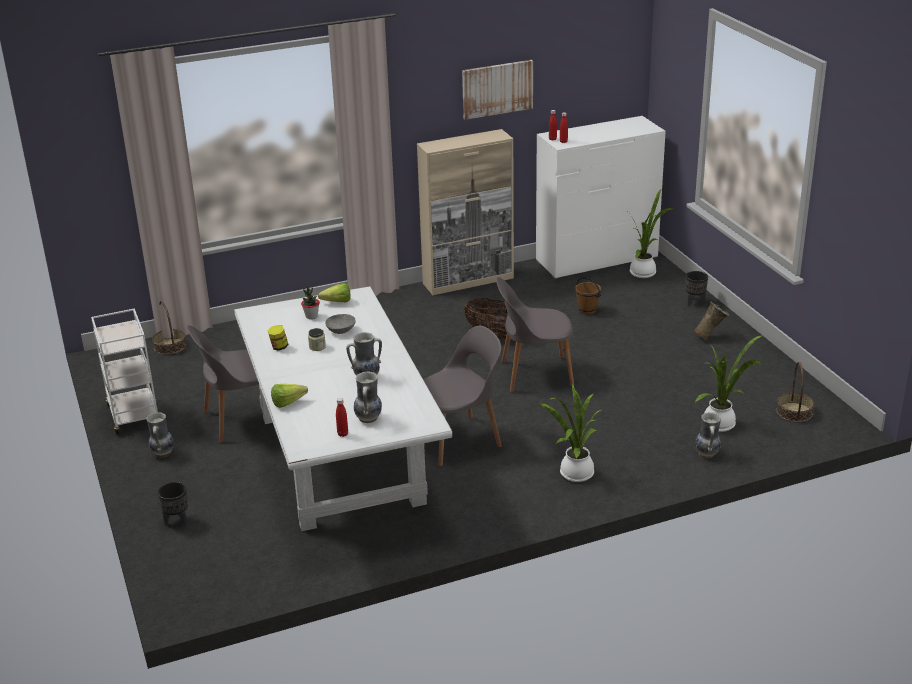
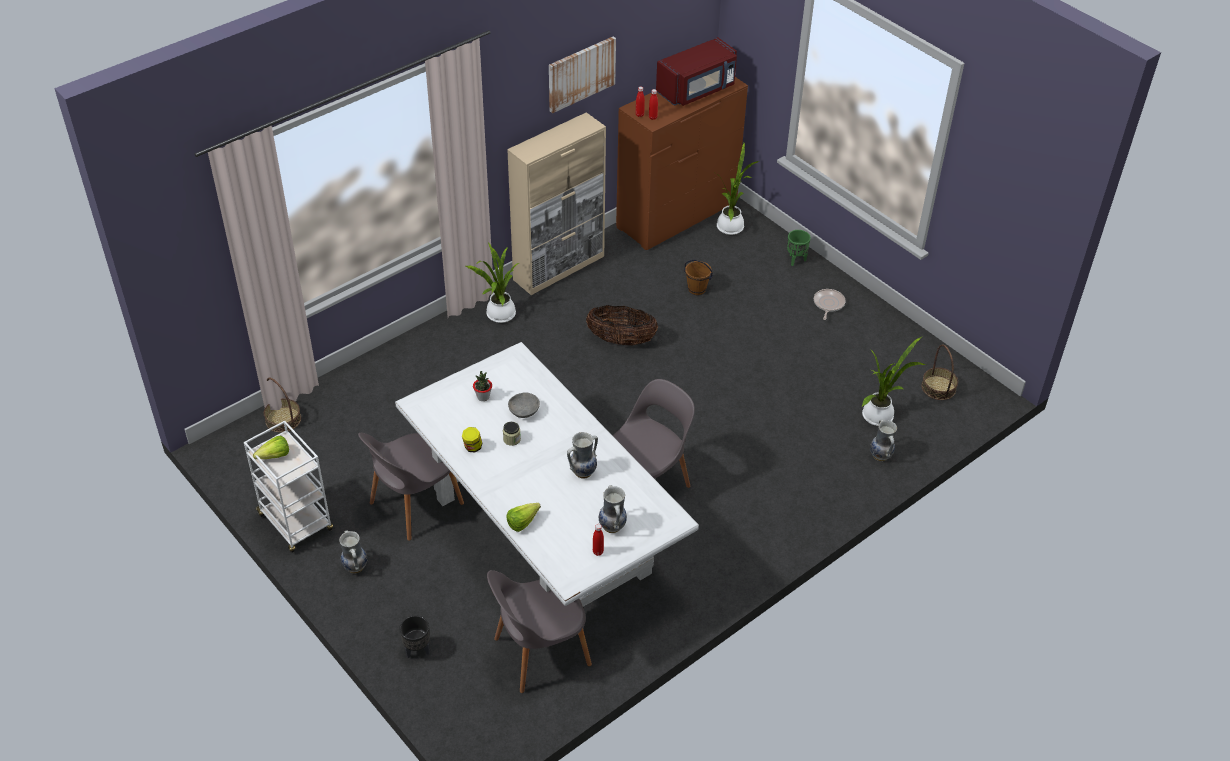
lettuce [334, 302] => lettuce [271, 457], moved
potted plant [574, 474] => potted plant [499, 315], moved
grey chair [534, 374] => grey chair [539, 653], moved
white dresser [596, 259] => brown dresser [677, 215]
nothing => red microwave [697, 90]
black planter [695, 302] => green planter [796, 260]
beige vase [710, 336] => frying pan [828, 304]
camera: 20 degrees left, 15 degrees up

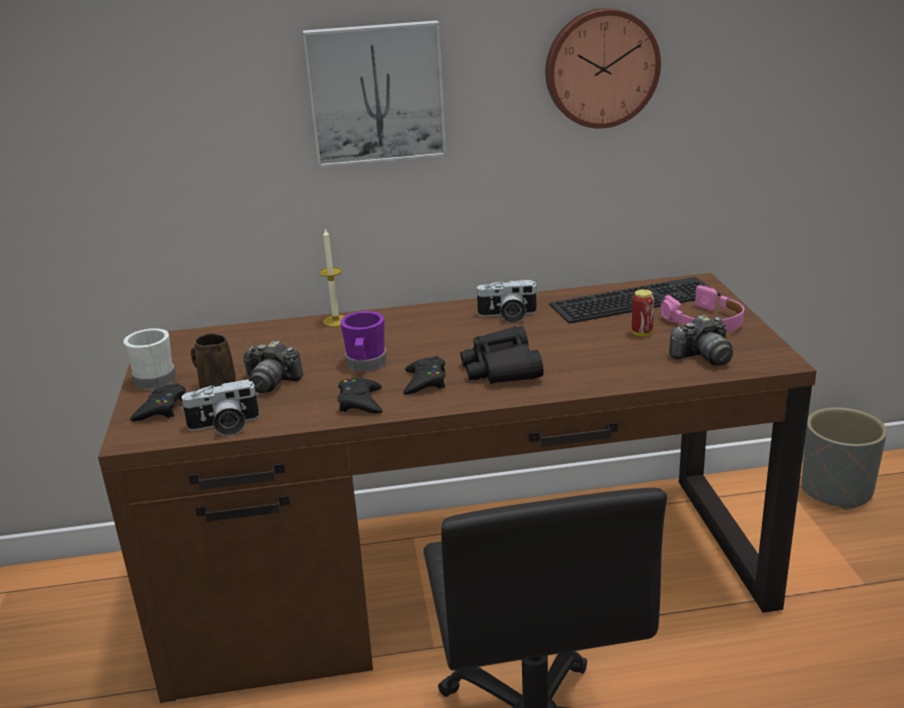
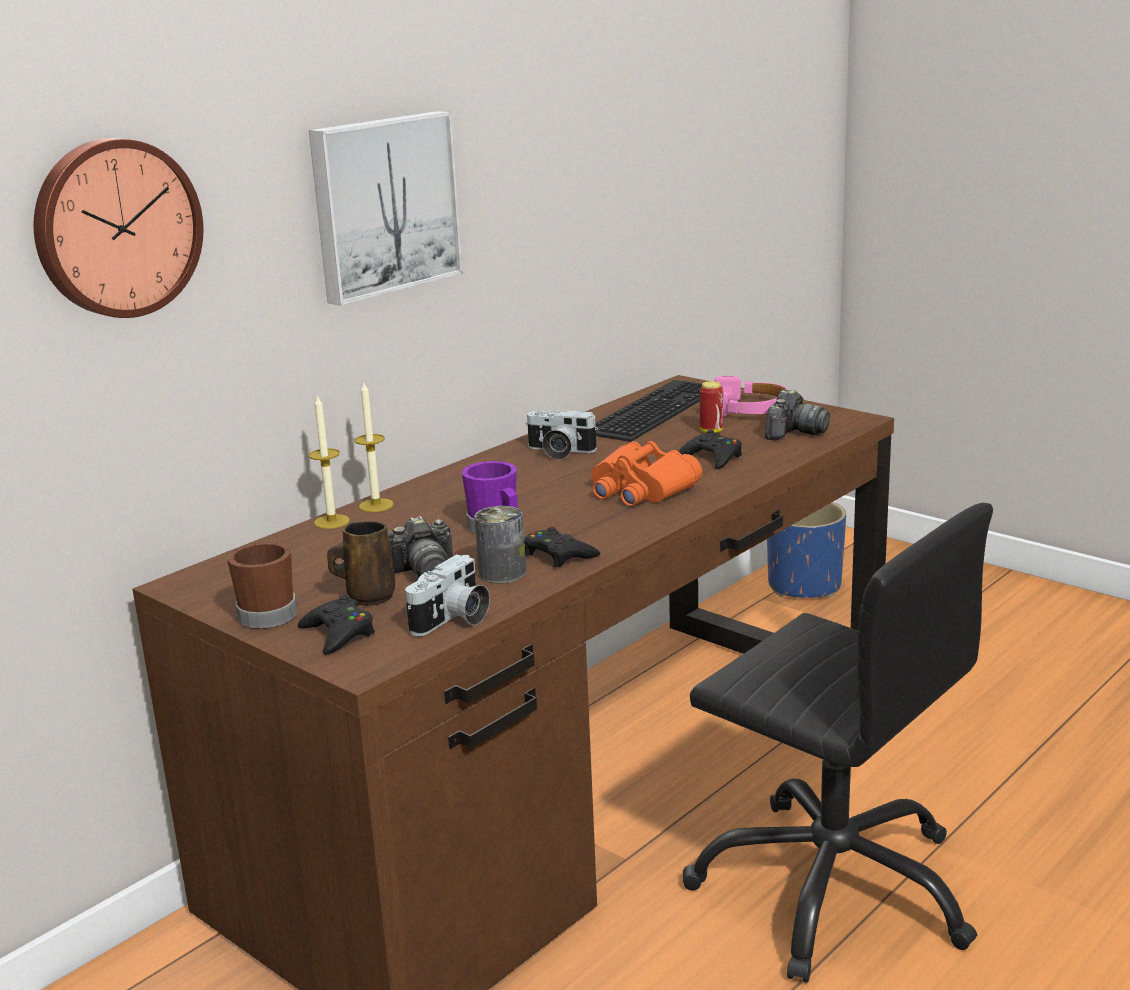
wall clock [601, 68] => wall clock [116, 228], moved
white mug [156, 378] => brown mug [263, 614]
nothing => candle [332, 521]
nothing => can [502, 573]
photo camera [507, 316] => photo camera [559, 452], 60 degrees clockwise
black binoculars [501, 368] => orange binoculars [640, 490]
black game controller [425, 381] => black game controller [712, 457], moved
grey planter [836, 490] => blue planter [804, 586]
camera: 40 degrees left, 5 degrees down

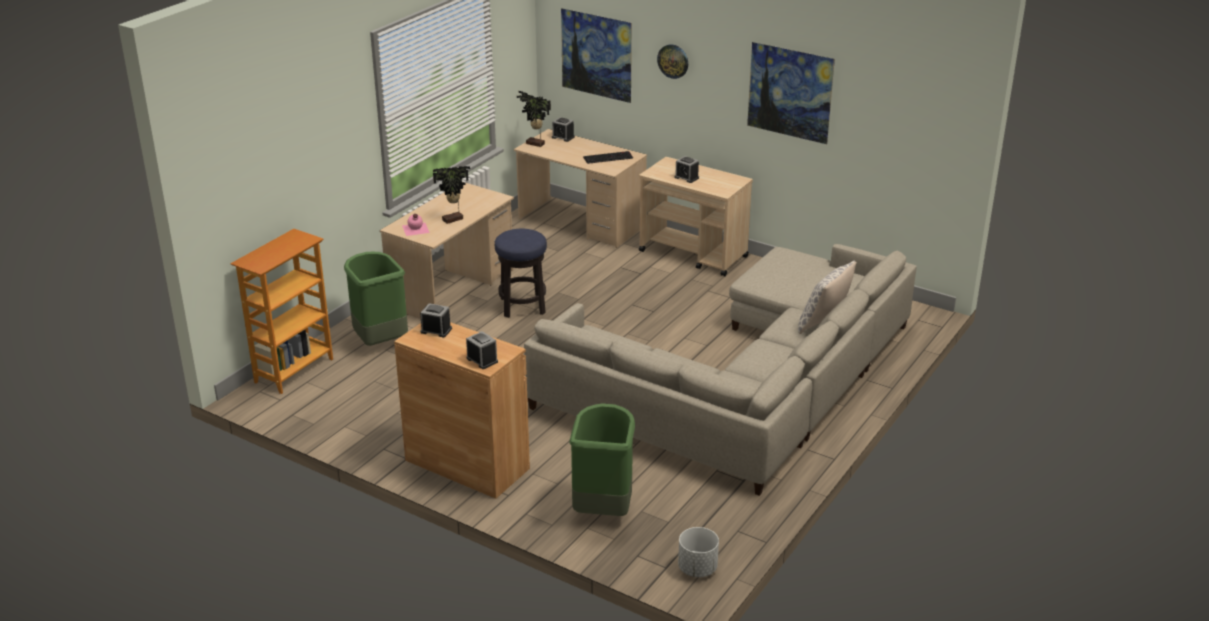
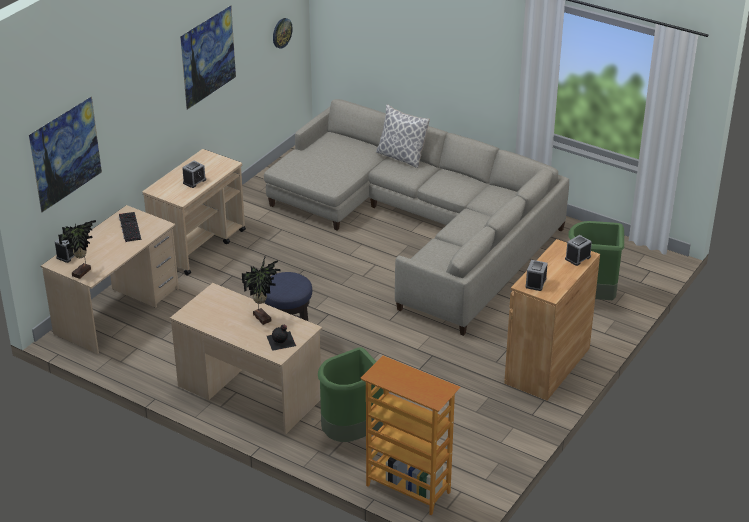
pink bottle [415, 229] => black bottle [281, 341]
wall clock [673, 61] => wall clock [281, 33], moved
white planter [697, 568] => nothing
camera: 90 degrees left, 5 degrees up

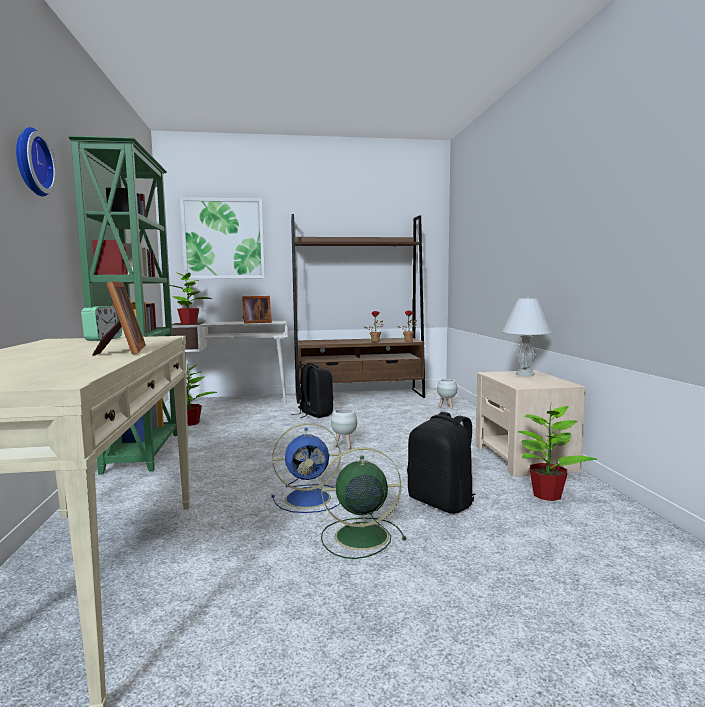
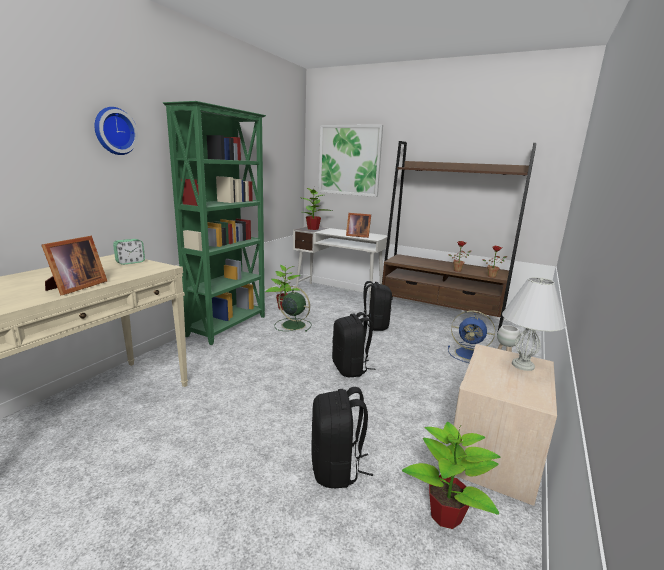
green fan [359, 536] => green fan [292, 325], moved
white planter [344, 446] => black backpack [350, 369]
blue fan [310, 498] => blue fan [470, 354], moved
camera: 35 degrees right, 10 degrees up

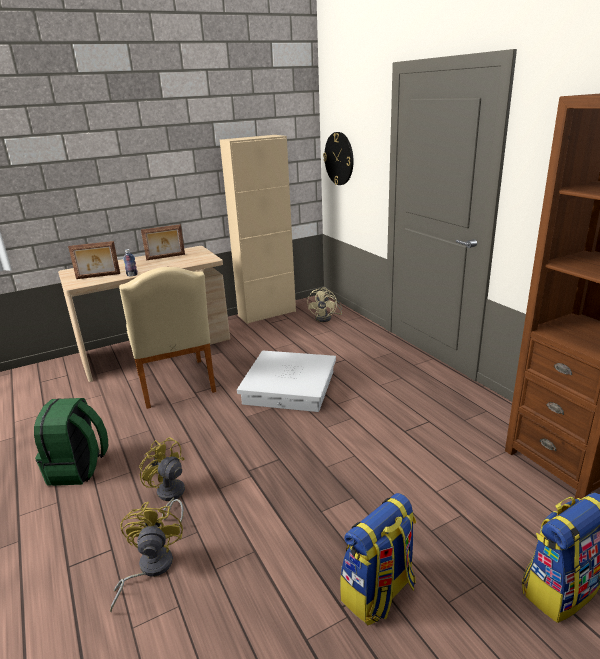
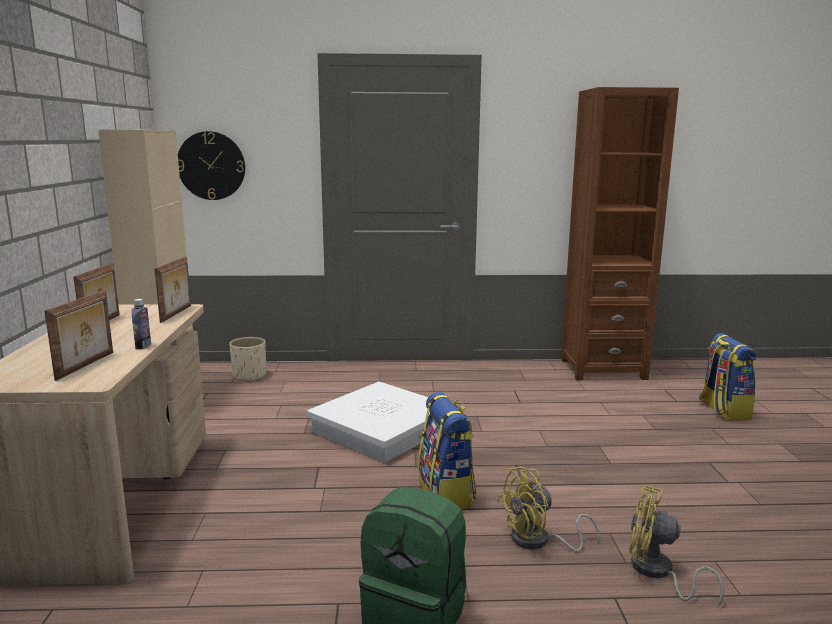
nothing => picture frame [177, 314]
beige fan [326, 318] => beige planter [249, 376]
backpack [378, 593] => backpack [447, 493], moved
beige chair [176, 386] => nothing
camera: 65 degrees left, 10 degrees down

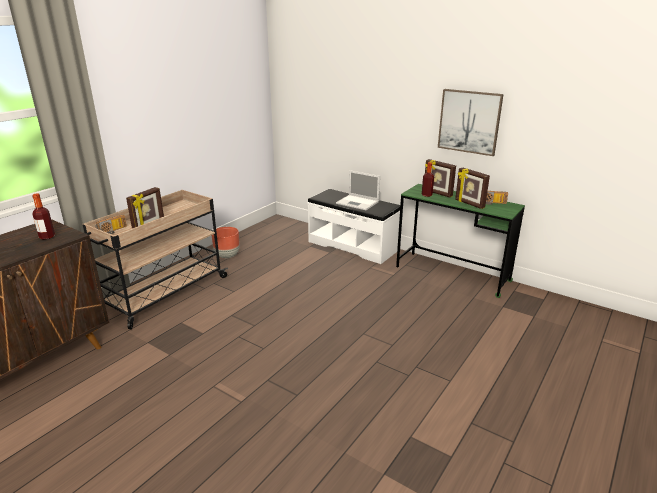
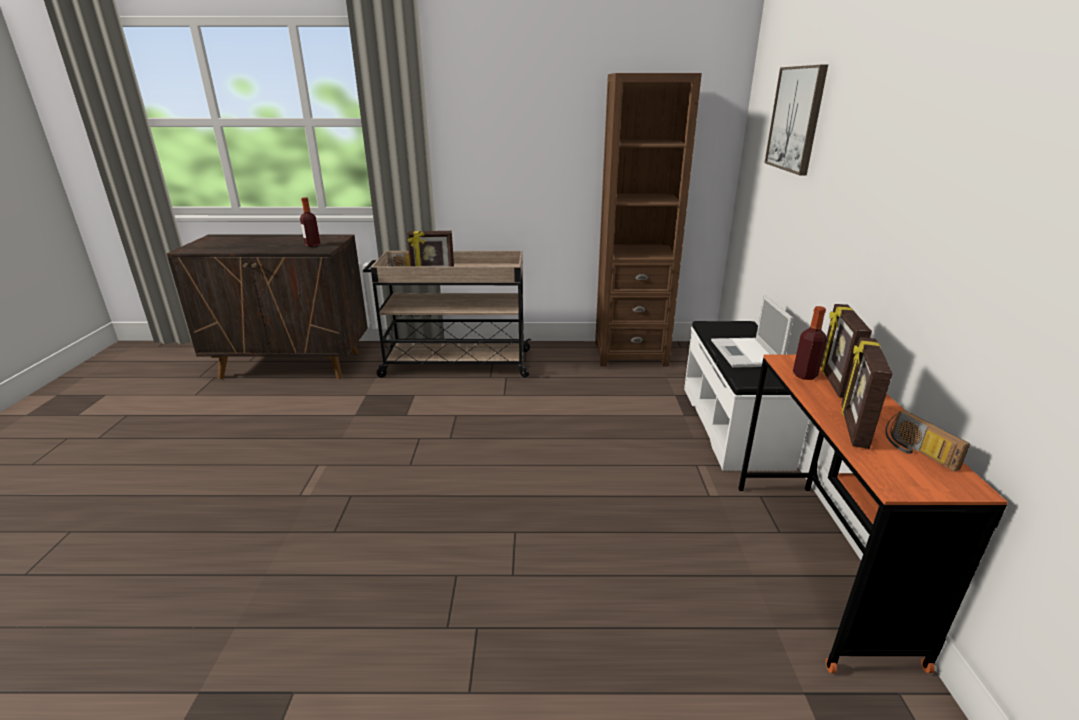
nothing => brown bookcase [630, 354]
green desk [452, 274] => orange desk [817, 563]
picture [469, 121] => picture [796, 119], moved
brown planter [227, 256] => nothing
camera: 55 degrees right, 0 degrees up

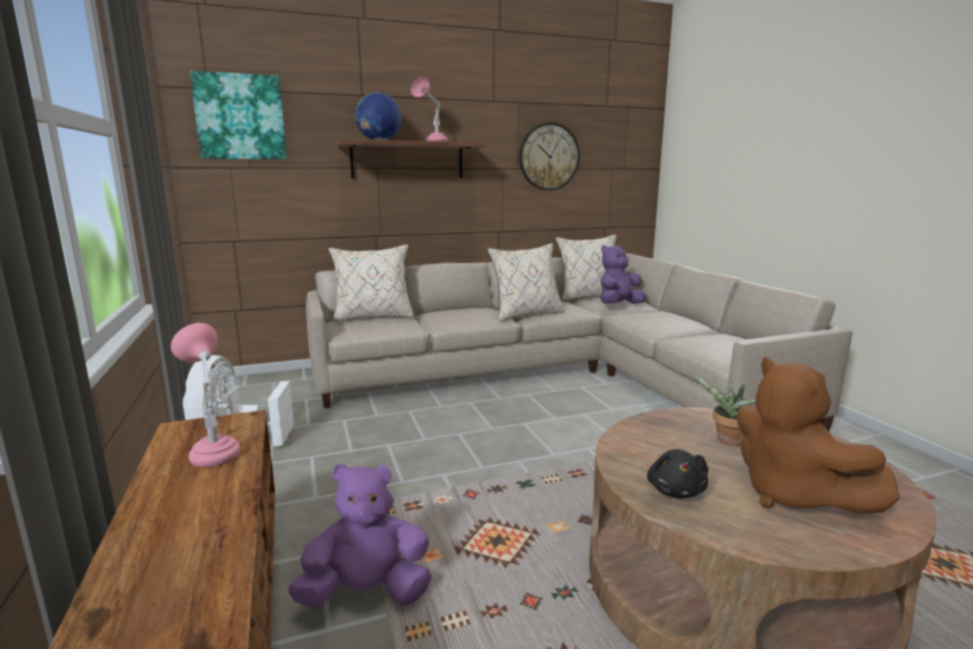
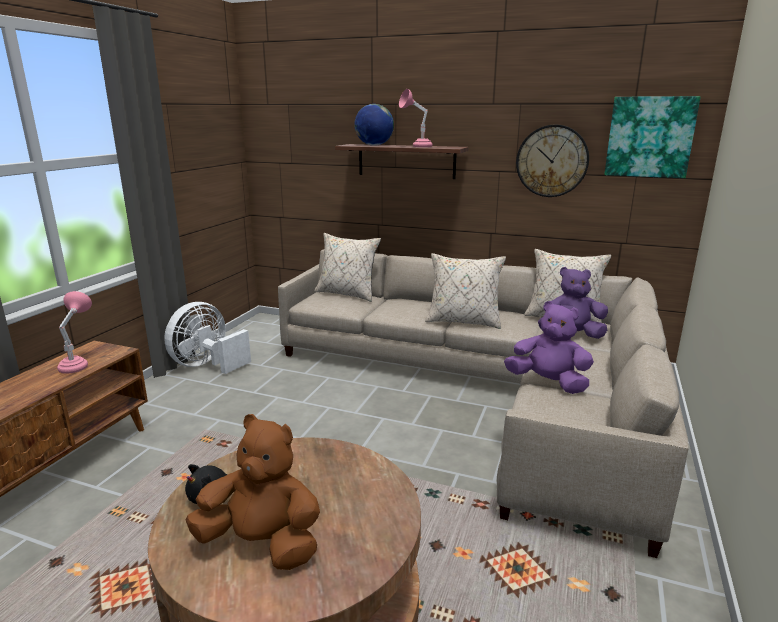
brown plush toy [792, 496] => brown plush toy [262, 543], 90 degrees clockwise
purple plush toy [367, 593] => purple plush toy [548, 383], moved
picture [240, 117] => picture [649, 137], moved
potted plant [727, 441] => nothing
camera: 40 degrees right, 5 degrees up

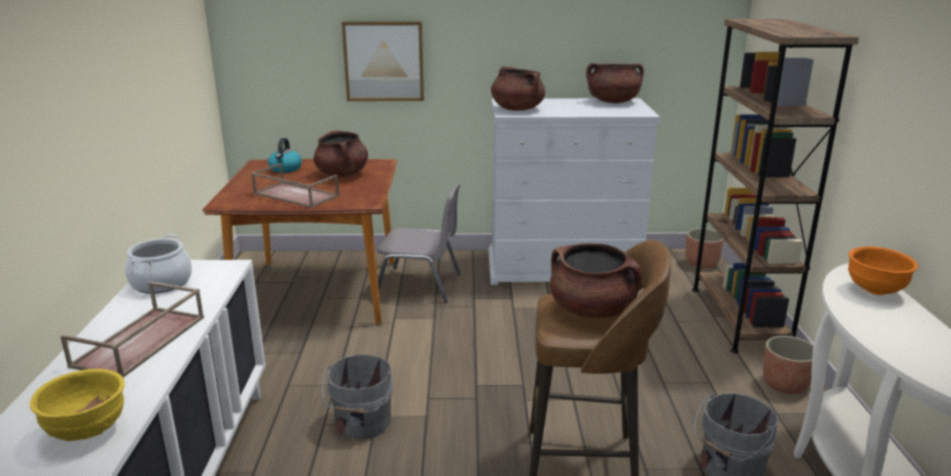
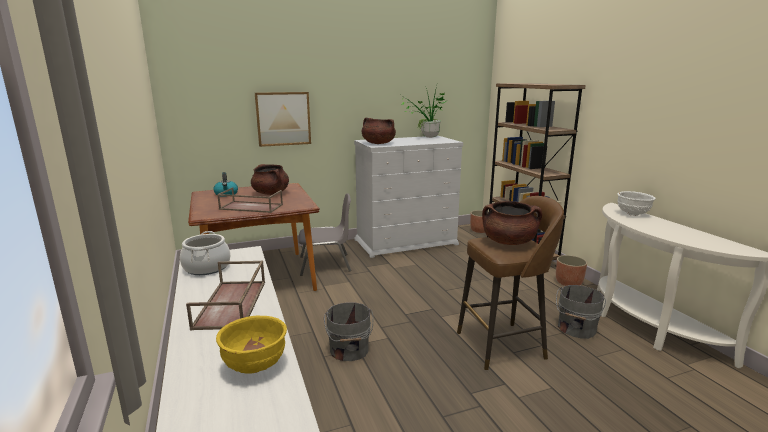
brown cooking pot [613, 102] => potted plant [427, 137]
orange bowl [875, 291] => white bowl [633, 214]
camera: 20 degrees left, 5 degrees down

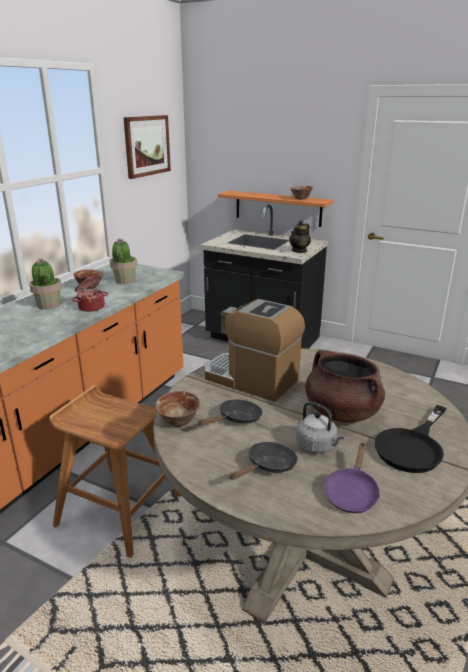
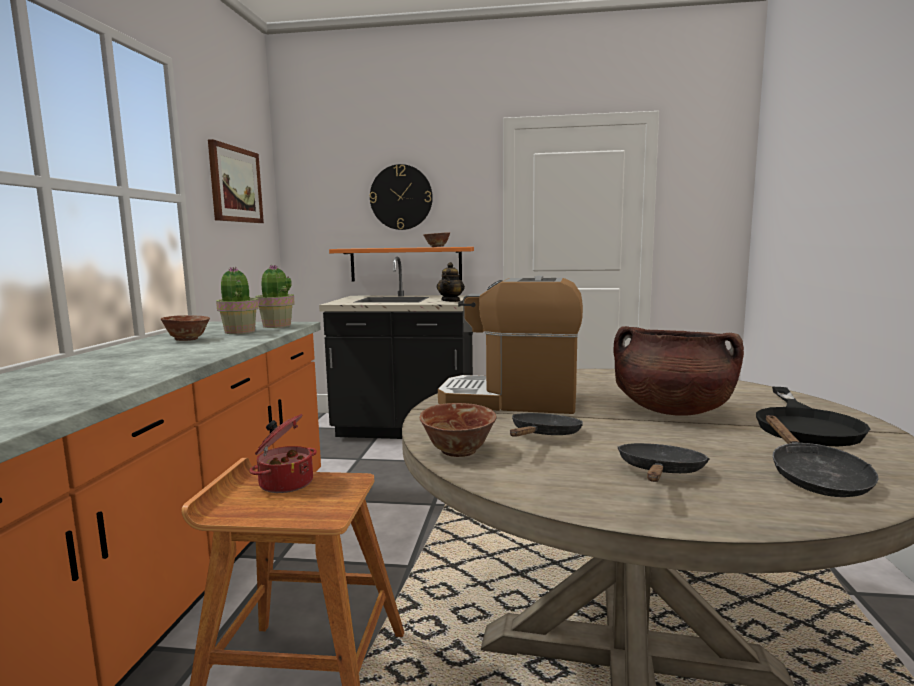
cooking pot [91, 307] => cooking pot [285, 483], moved
potted plant [48, 305] => potted plant [277, 326], moved
nothing => wall clock [401, 197]
purple frying pan [351, 493] => black frying pan [814, 477]
grey kettle [317, 446] => nothing
camera: 20 degrees left, 15 degrees down

